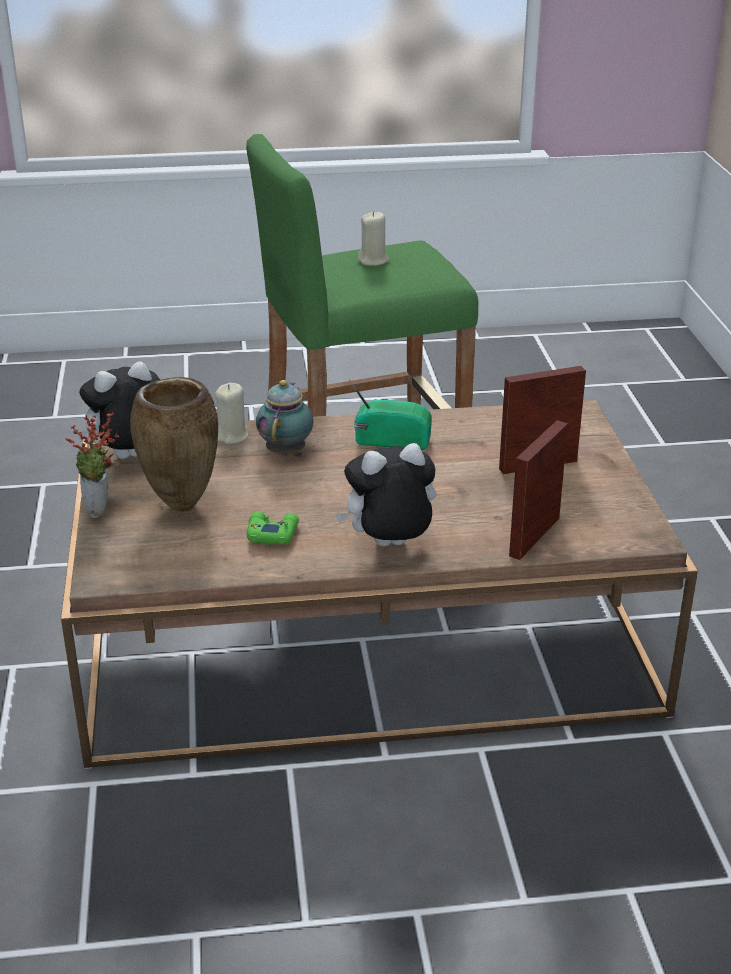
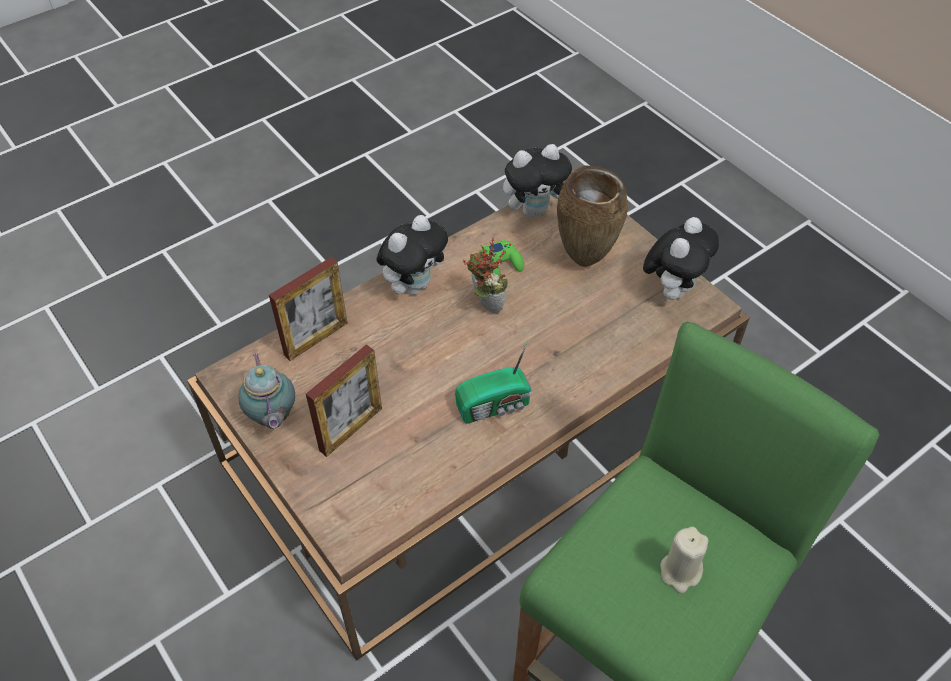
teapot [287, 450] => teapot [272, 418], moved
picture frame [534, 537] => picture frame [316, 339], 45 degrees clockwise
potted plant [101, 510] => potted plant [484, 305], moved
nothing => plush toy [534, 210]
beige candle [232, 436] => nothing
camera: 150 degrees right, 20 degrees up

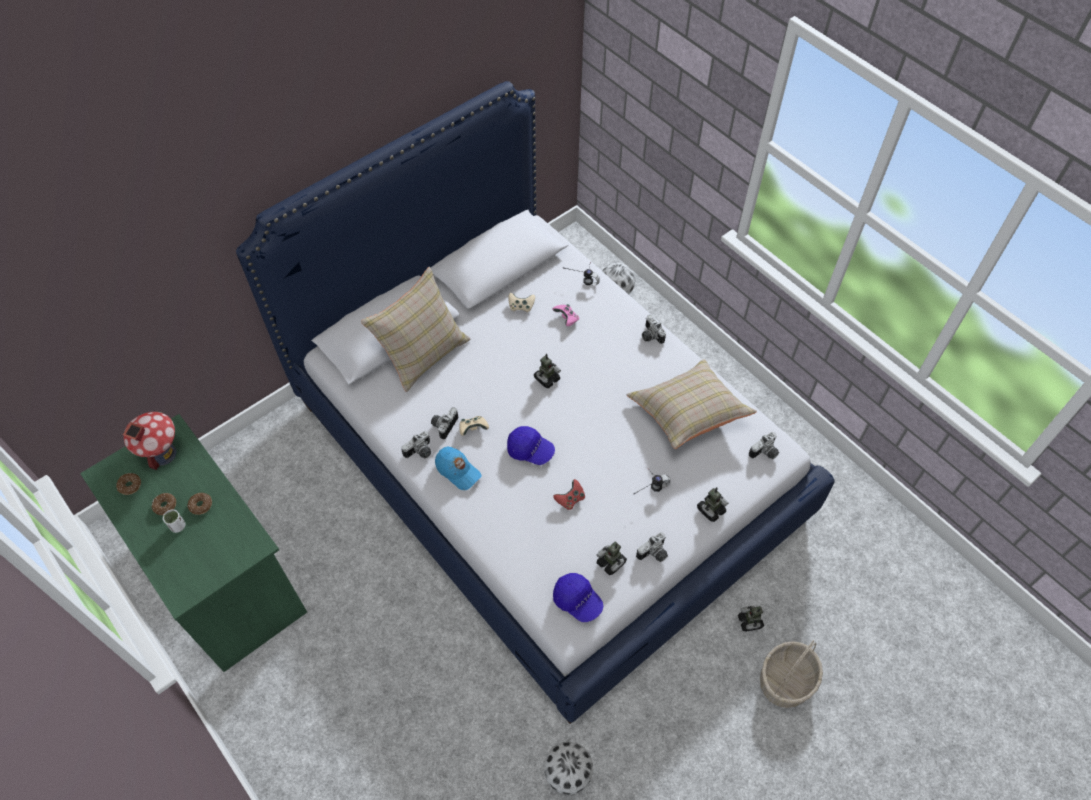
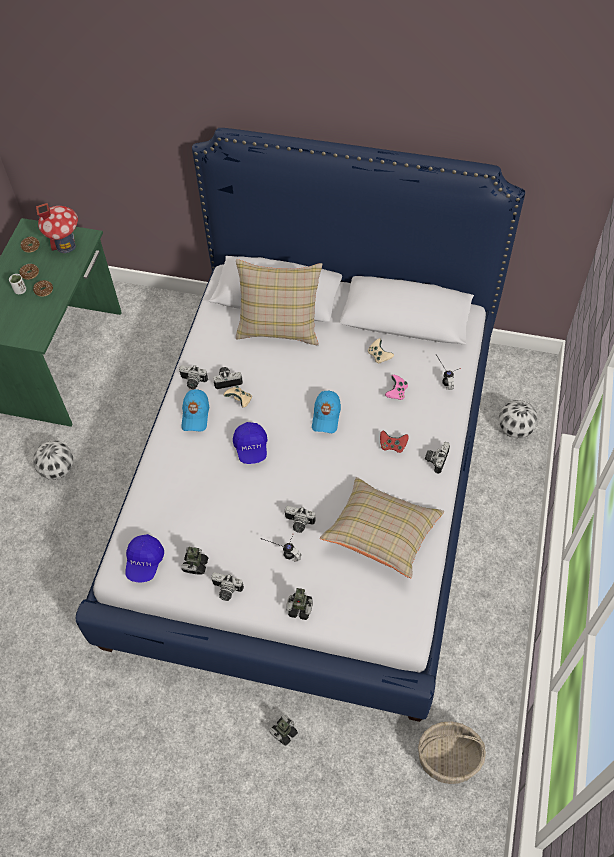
football [568, 772] => football [58, 470], moved
photo camera [765, 453] => photo camera [298, 524], moved
toy robot [546, 379] => blue cap [326, 416]
red game controller [570, 499] => red game controller [392, 445], moved
basket [785, 682] => basket [447, 758], moved
camera: 55 degrees right, 0 degrees up

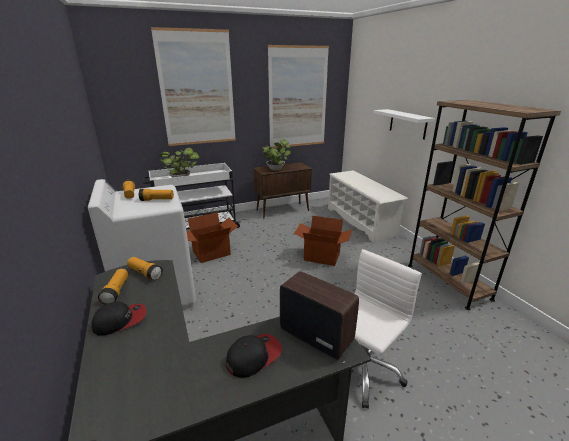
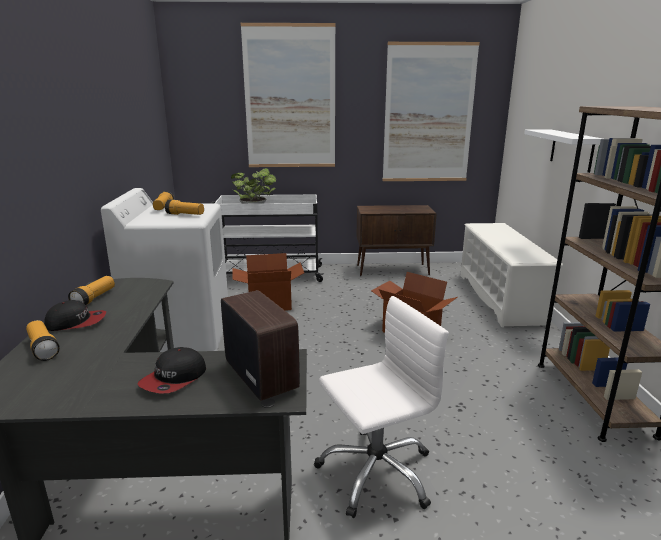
flashlight [145, 273] => flashlight [43, 348], moved
cap [254, 356] => cap [174, 379], 135 degrees clockwise
potted plant [276, 169] => nothing
camera: 20 degrees right, 5 degrees down

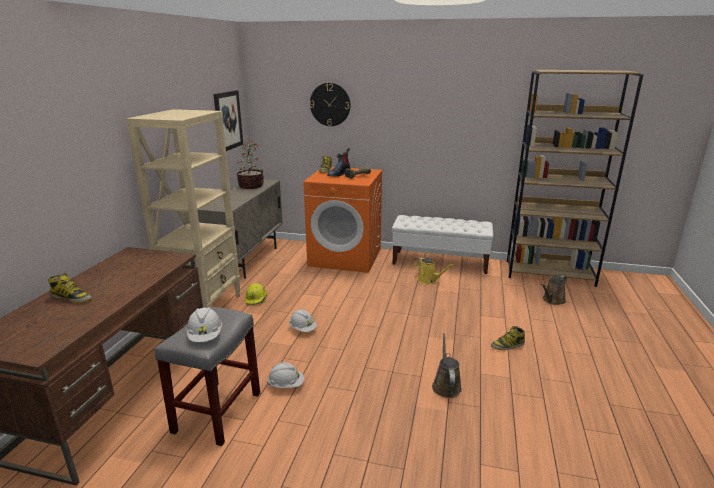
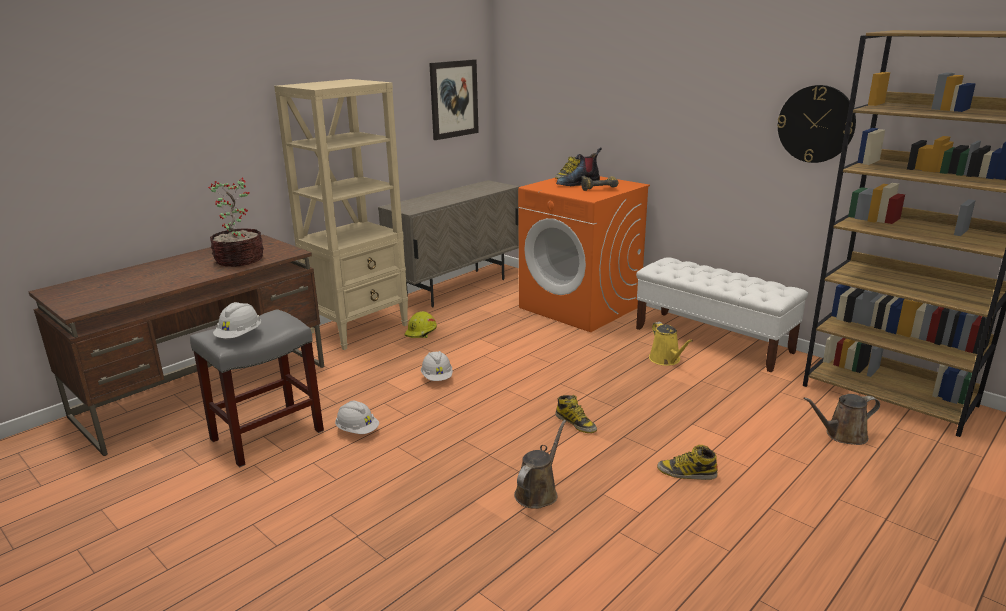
potted plant [251, 186] => potted plant [239, 260], moved
boot [72, 297] => boot [576, 423], moved
wall clock [330, 104] => wall clock [816, 124], moved
camera: 30 degrees right, 0 degrees up

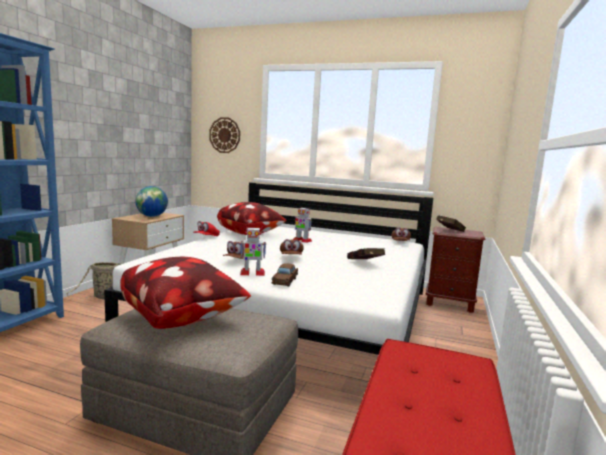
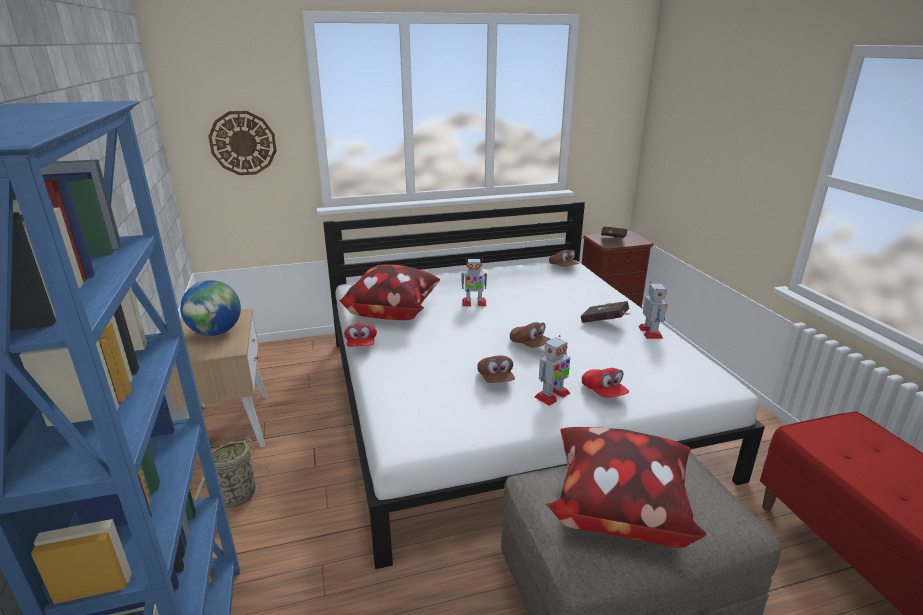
brown toy car [285, 281] => red cap [603, 392]
nothing => toy robot [650, 332]
camera: 35 degrees left, 15 degrees up

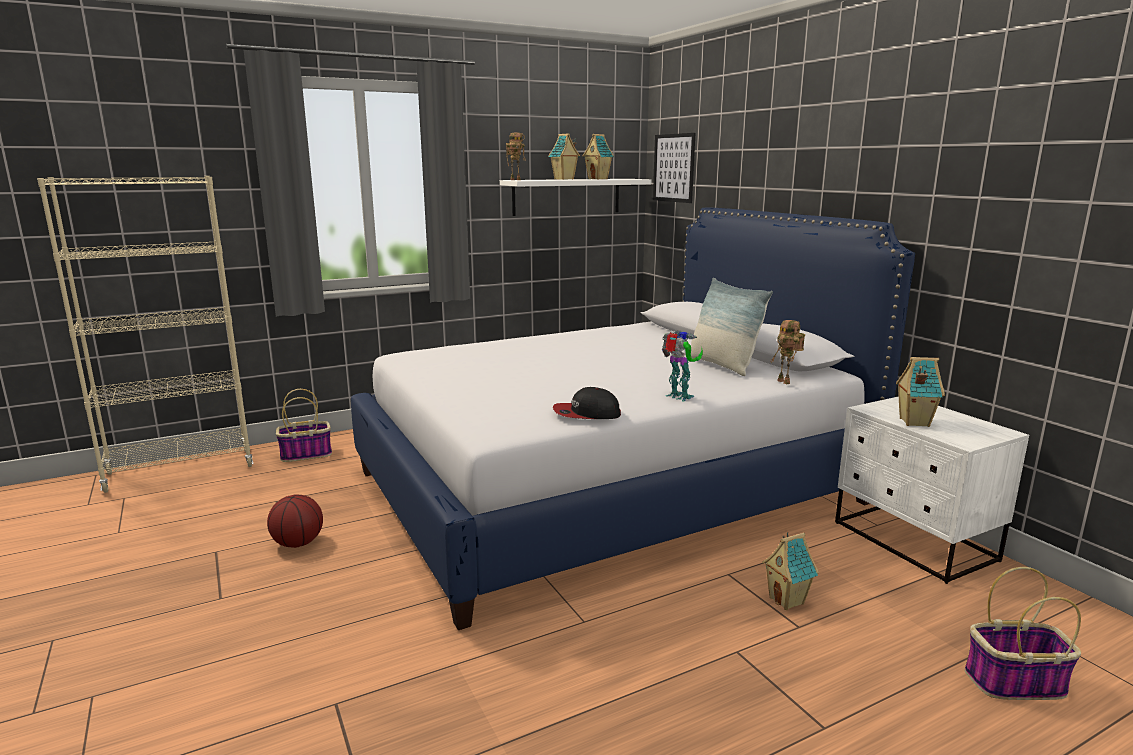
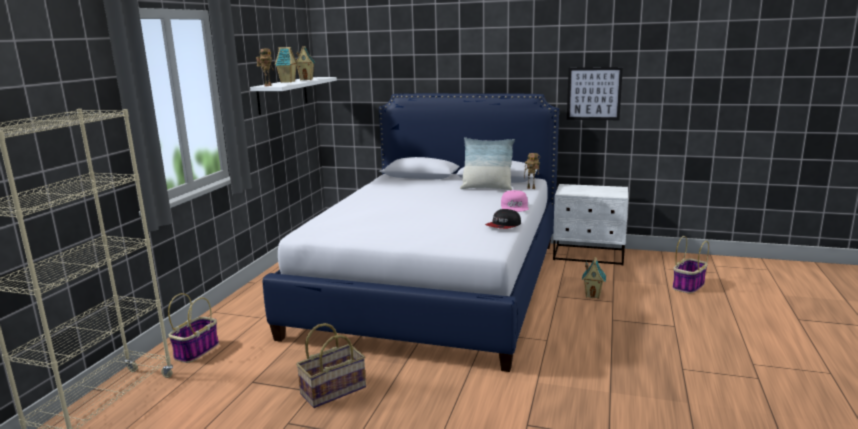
basketball [298, 543] => basket [333, 390]
toy robot [679, 397] => pink cap [515, 207]
picture [673, 168] => picture [594, 93], moved
toy house [913, 422] => nothing
camera: 45 degrees left, 0 degrees up

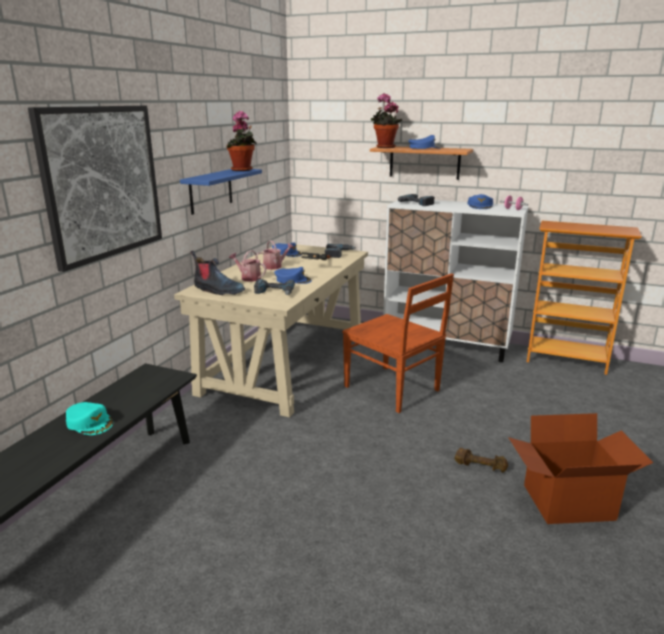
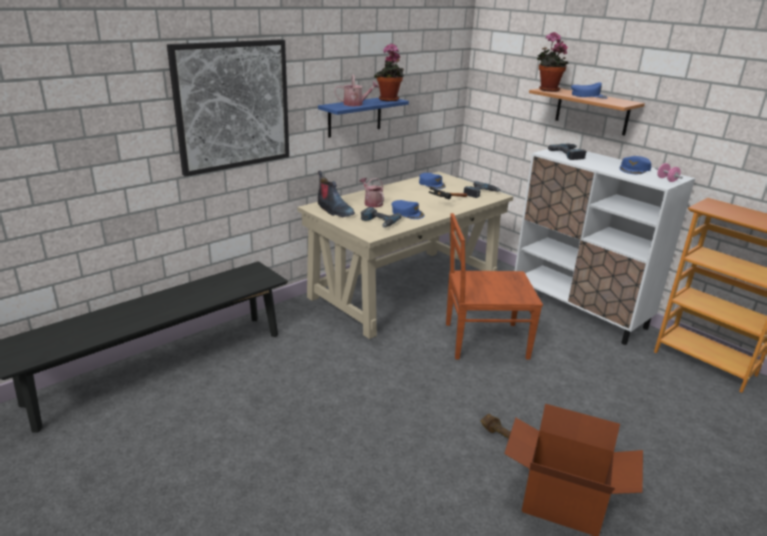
watering can [275, 266] => watering can [356, 104], moved
brown chair [393, 389] => brown chair [483, 340], 105 degrees clockwise
turquoise cap [90, 423] => nothing
camera: 25 degrees right, 5 degrees up

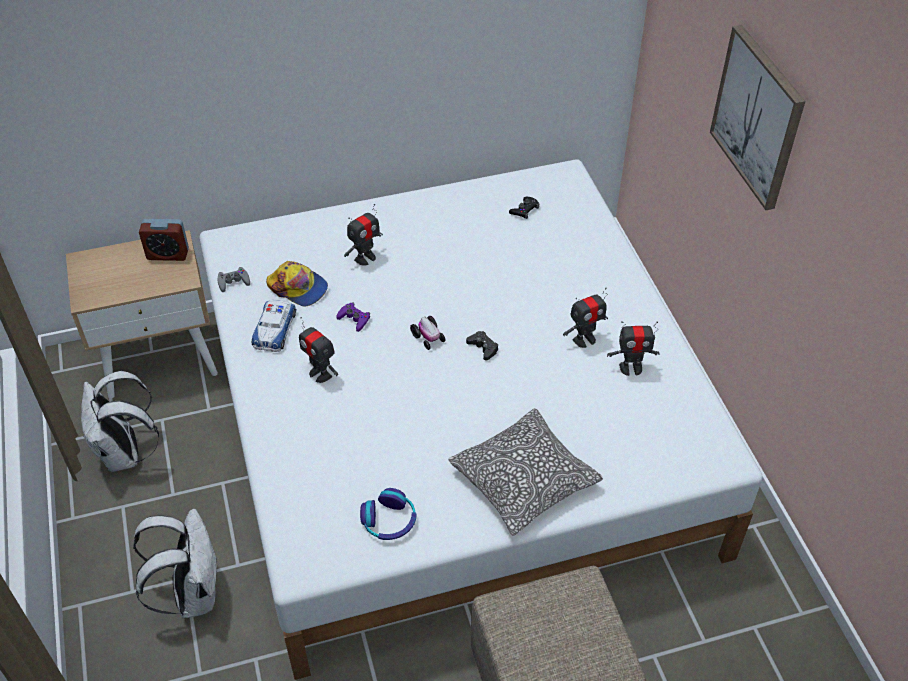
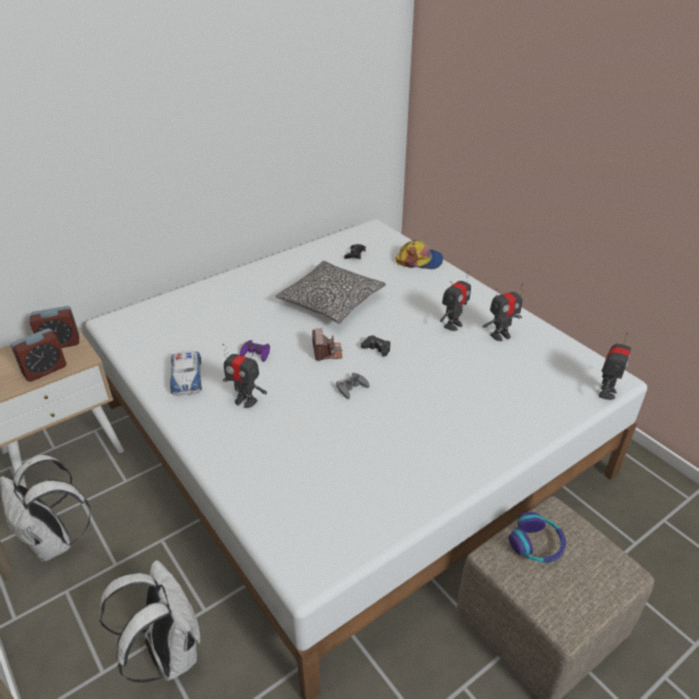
nothing => alarm clock [44, 370]
pillow [524, 479] => pillow [331, 301], moved
toy car [428, 337] => photo camera [327, 352]
grey game controller [233, 282] => grey game controller [351, 388], moved
cap [298, 287] => cap [419, 260], moved
headphones [389, 521] => headphones [536, 544], moved
toy robot [365, 258] => toy robot [606, 392], moved
picture [758, 117] => nothing
camera: 20 degrees left, 10 degrees down

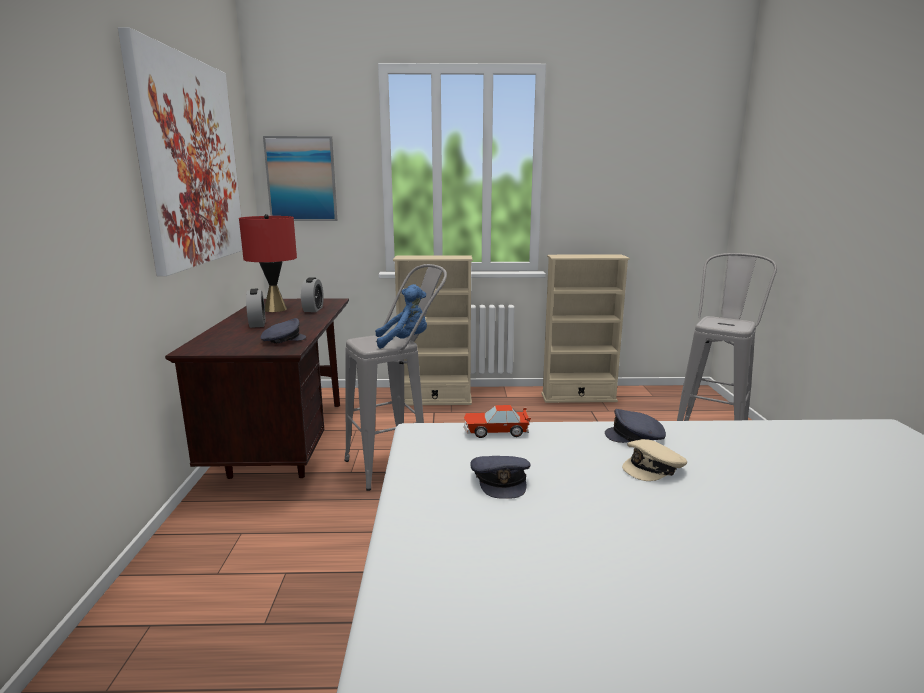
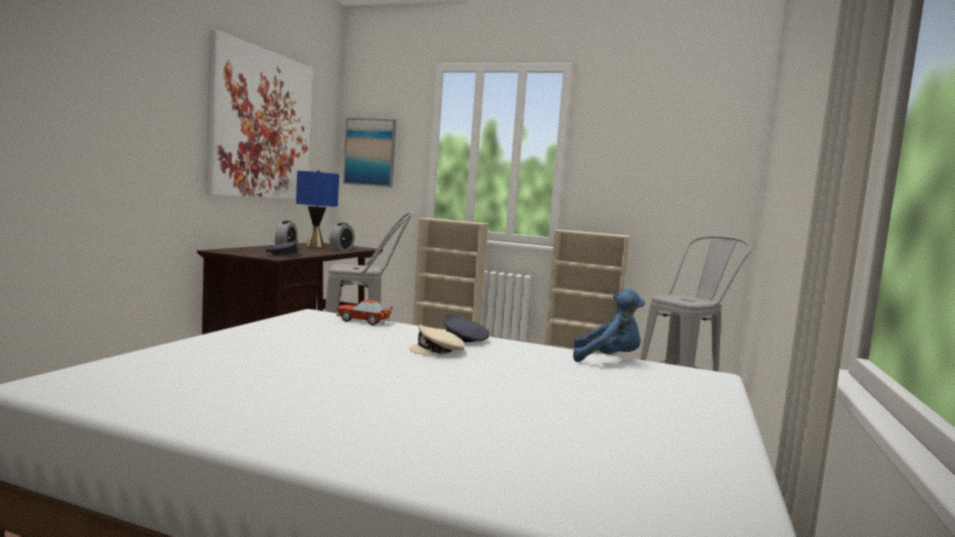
red table lamp [275, 309] => blue table lamp [315, 246]
blue plush toy [404, 342] => blue plush toy [608, 359], moved
grey cap [501, 480] => nothing
camera: 20 degrees right, 10 degrees down

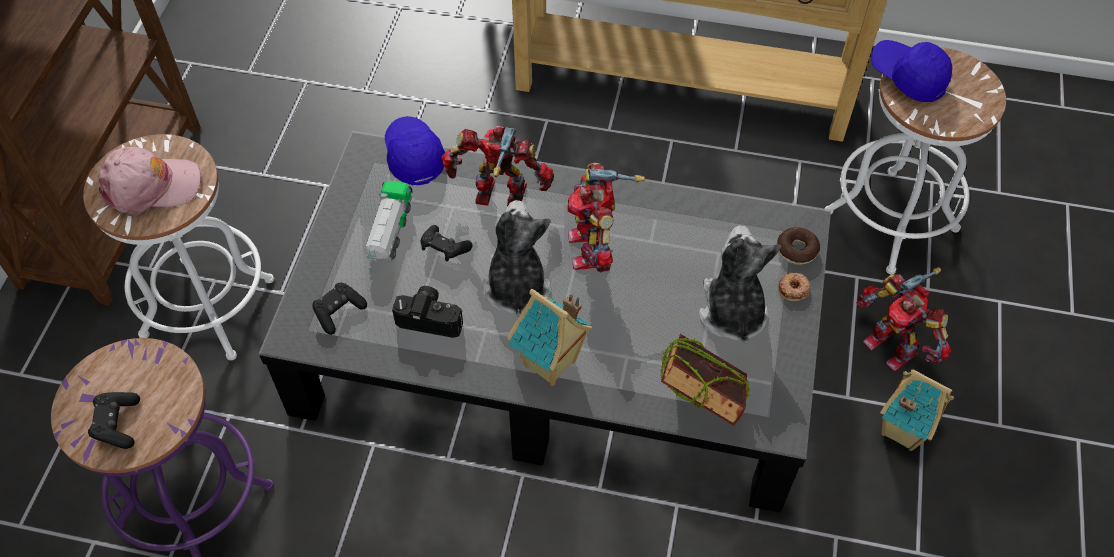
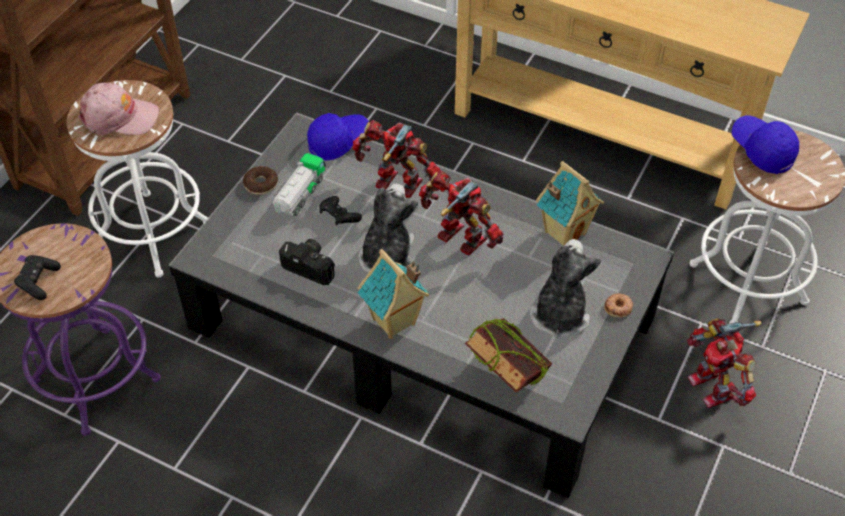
donut [796, 250] => donut [261, 184], moved
blue cap [414, 157] => blue cap [338, 141], 60 degrees clockwise
toy robot [593, 248] => toy robot [459, 241], 120 degrees clockwise
toy house [902, 429] => toy house [564, 231], moved
black game controller [339, 312] => nothing
camera: 15 degrees right, 5 degrees down

